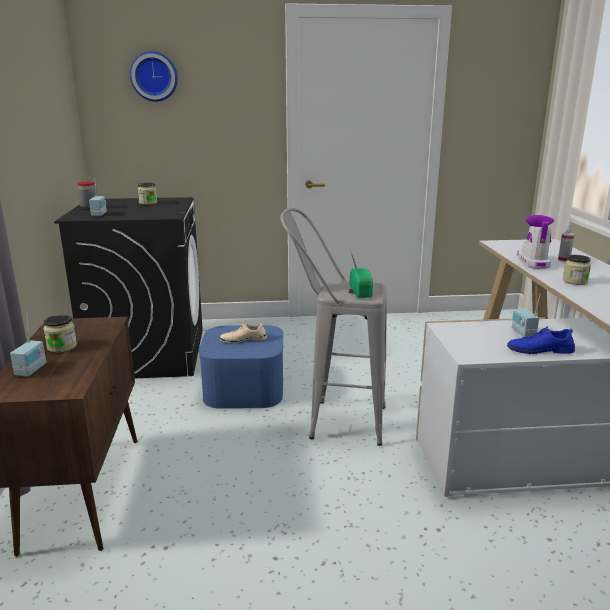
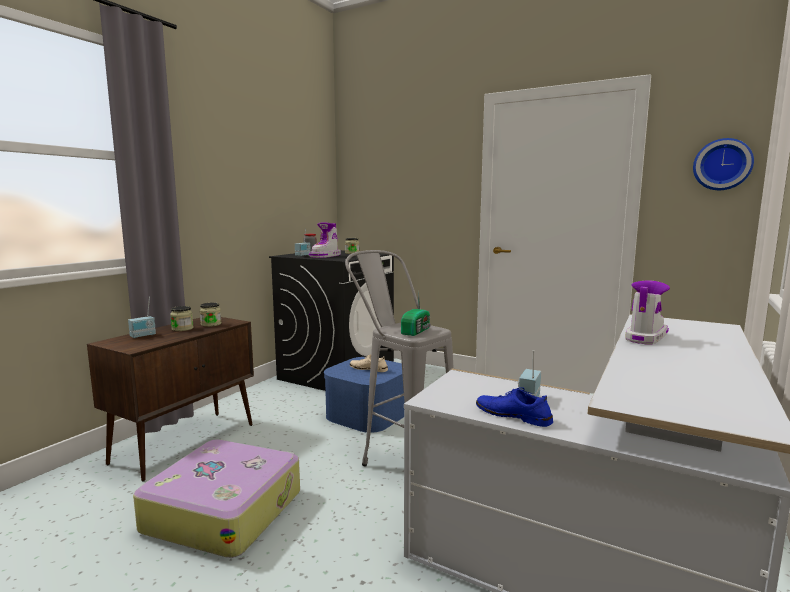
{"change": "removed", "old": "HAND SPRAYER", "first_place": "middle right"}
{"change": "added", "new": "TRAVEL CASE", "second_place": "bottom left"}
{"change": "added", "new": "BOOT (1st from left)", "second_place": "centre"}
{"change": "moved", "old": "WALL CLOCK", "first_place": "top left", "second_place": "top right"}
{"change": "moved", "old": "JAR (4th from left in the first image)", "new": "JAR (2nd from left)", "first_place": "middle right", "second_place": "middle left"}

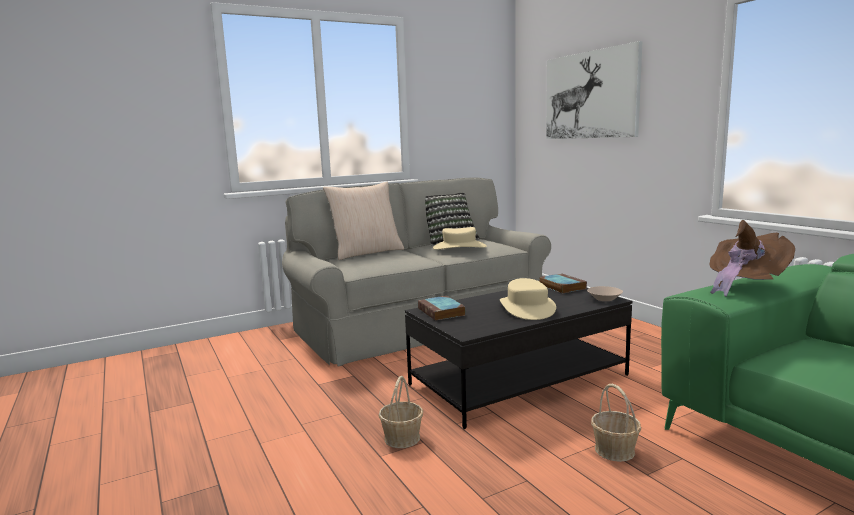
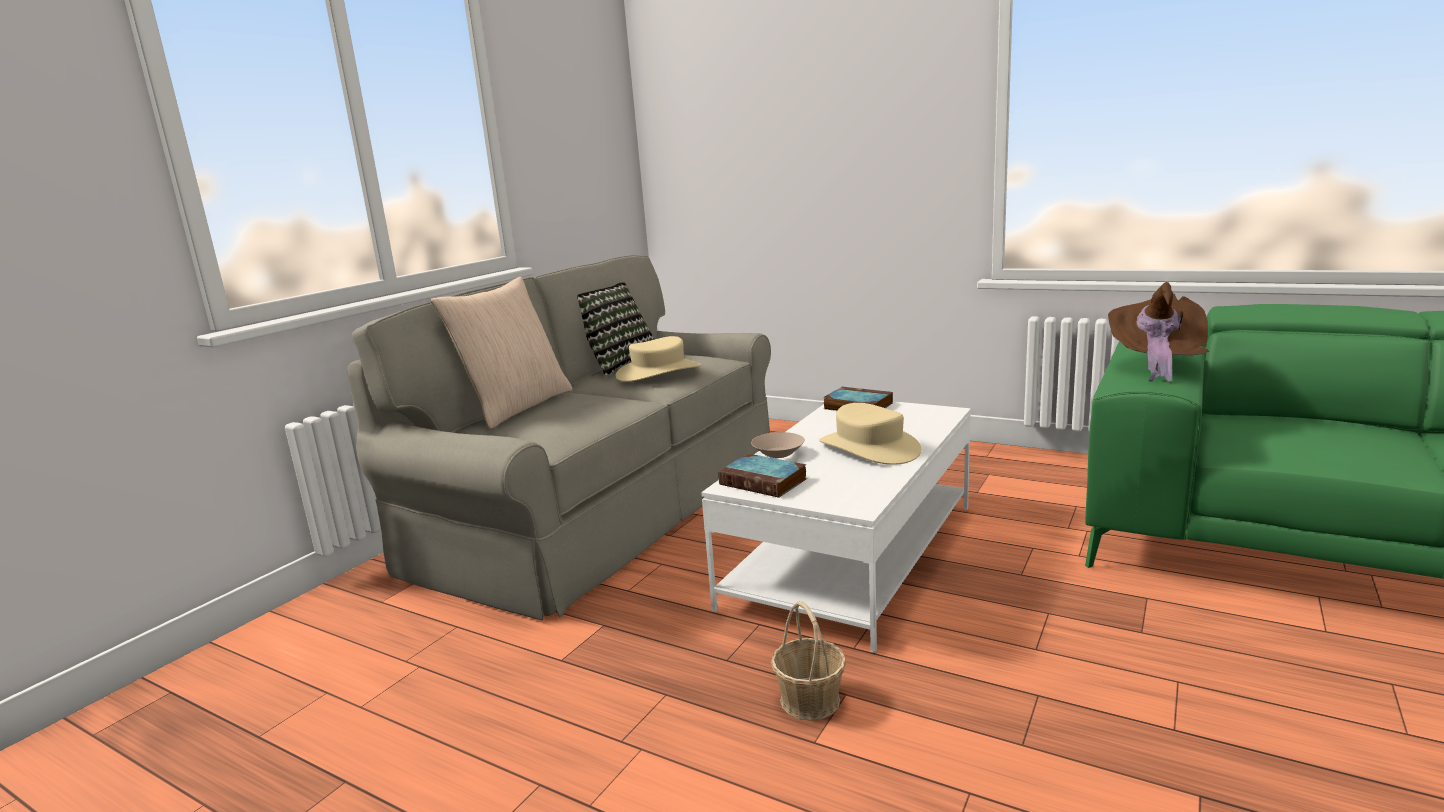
{"change": "removed", "old": "WALL ART", "first_place": "top right"}
{"change": "removed", "old": "HOUSEHOLD BASKET (2nd from left)", "first_place": "bottom right"}
{"change": "moved", "old": "BEIGE SERVING BOWL", "first_place": "middle right", "second_place": "centre"}
{"change": "recoloured", "old": "BLACK COFFEE TABLE", "new": "WHITE COFFEE TABLE", "first_place": "bottom centre", "second_place": "centre"}

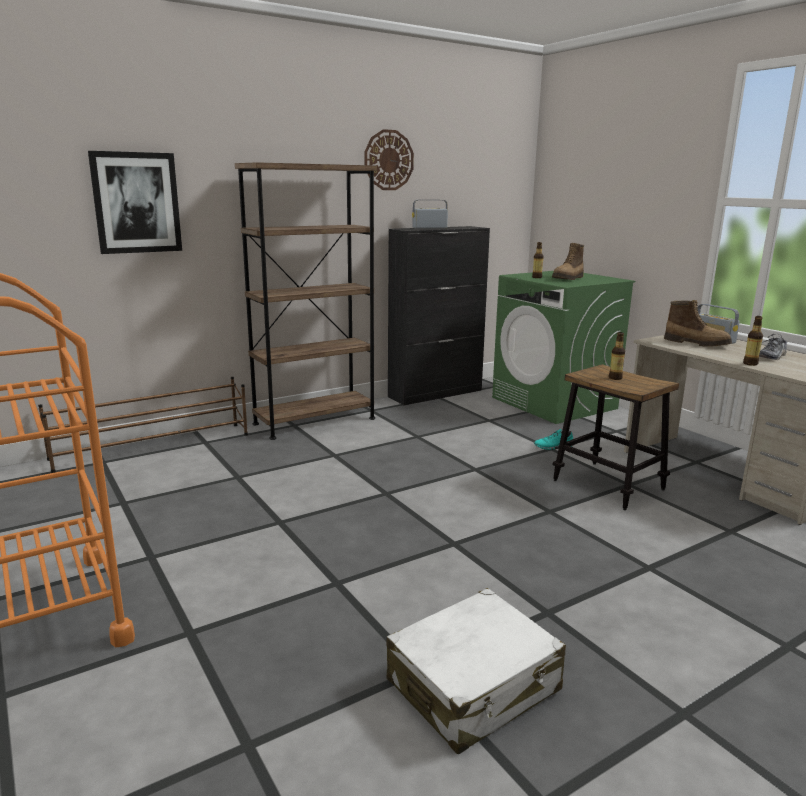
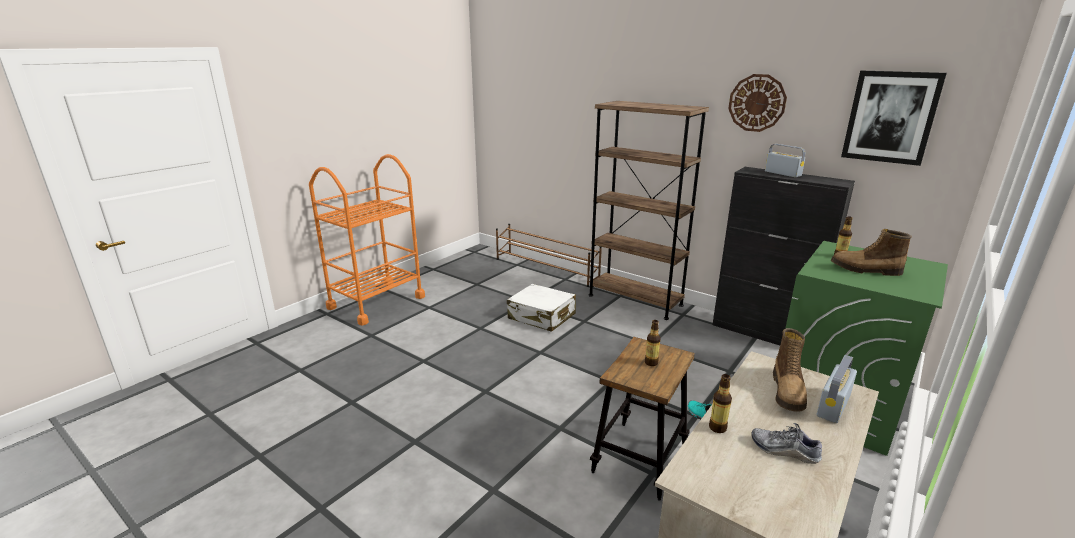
{"change": "moved", "old": "WALL ART", "first_place": "top left", "second_place": "top right"}
{"change": "moved", "old": "WHITE TRAVEL CASE", "first_place": "bottom centre", "second_place": "centre"}

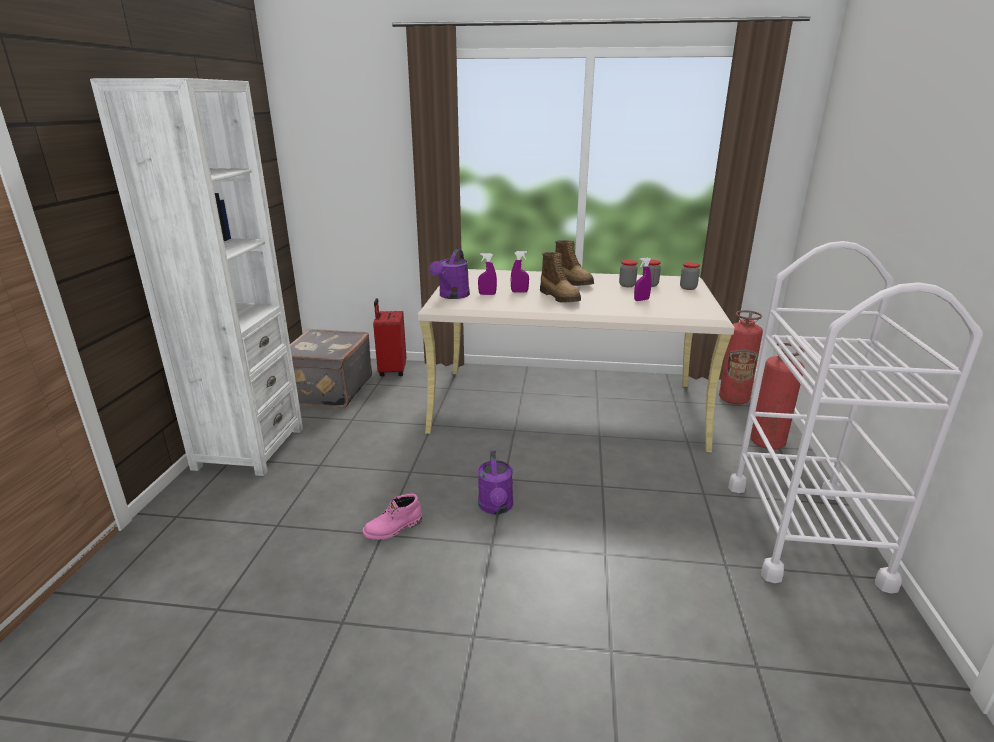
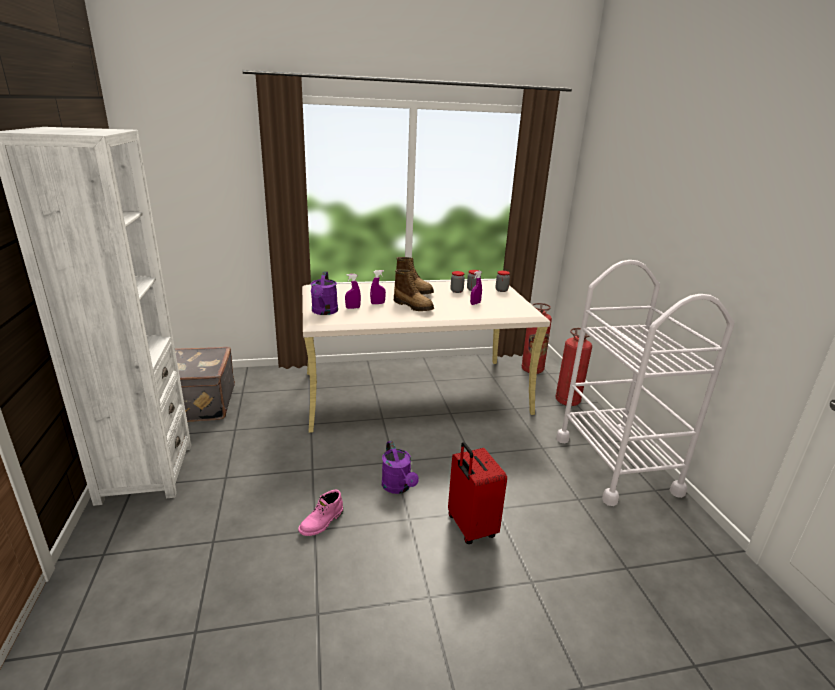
{"change": "moved", "old": "RED-COLOURED TRAVEL CASE", "first_place": "centre", "second_place": "bottom centre"}

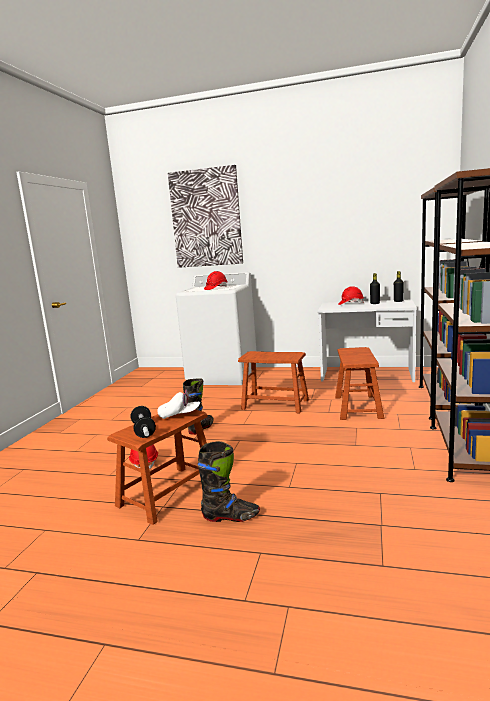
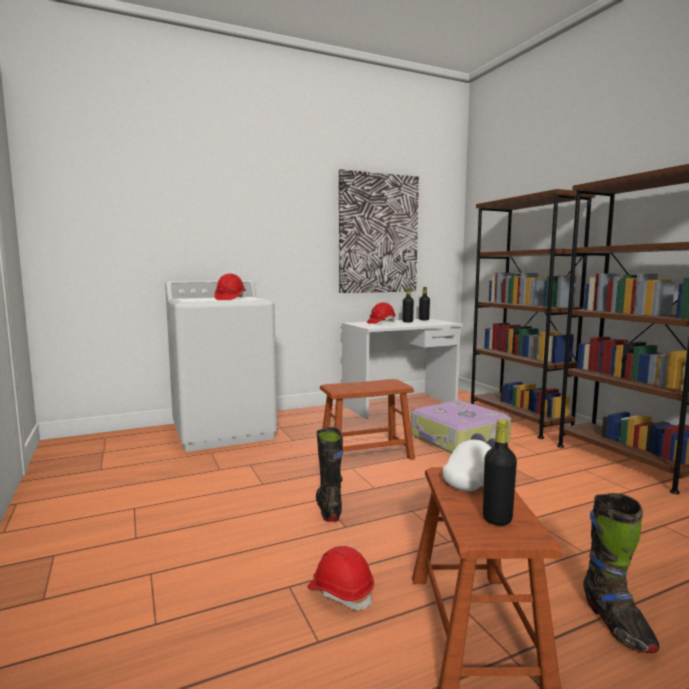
{"change": "moved", "old": "WALL ART", "first_place": "top centre", "second_place": "centre"}
{"change": "replaced", "old": "FREE WEIGHT", "new": "BLACK BEVERAGE BOTTLE (3rd from left)", "first_place": "middle left", "second_place": "bottom right"}
{"change": "replaced", "old": "BROWN STOOL SEAT (3rd from left)", "new": "TRAVEL CASE", "first_place": "middle right", "second_place": "middle right"}
{"change": "turned", "old": "BLACK BOOT (2nd from left)", "first_place": "bottom centre", "second_place": "bottom right", "degrees": 120}

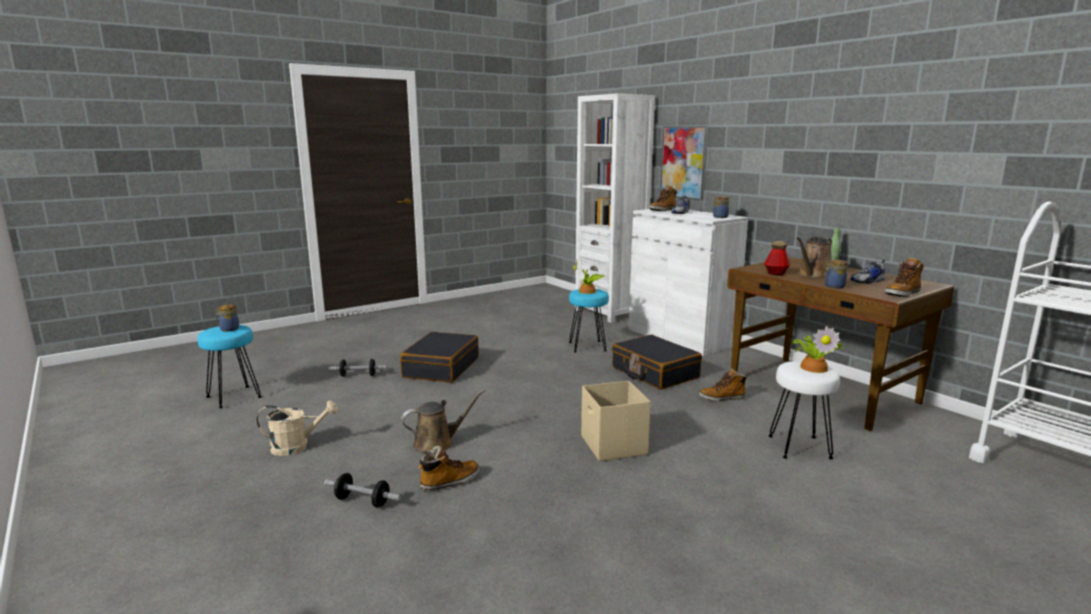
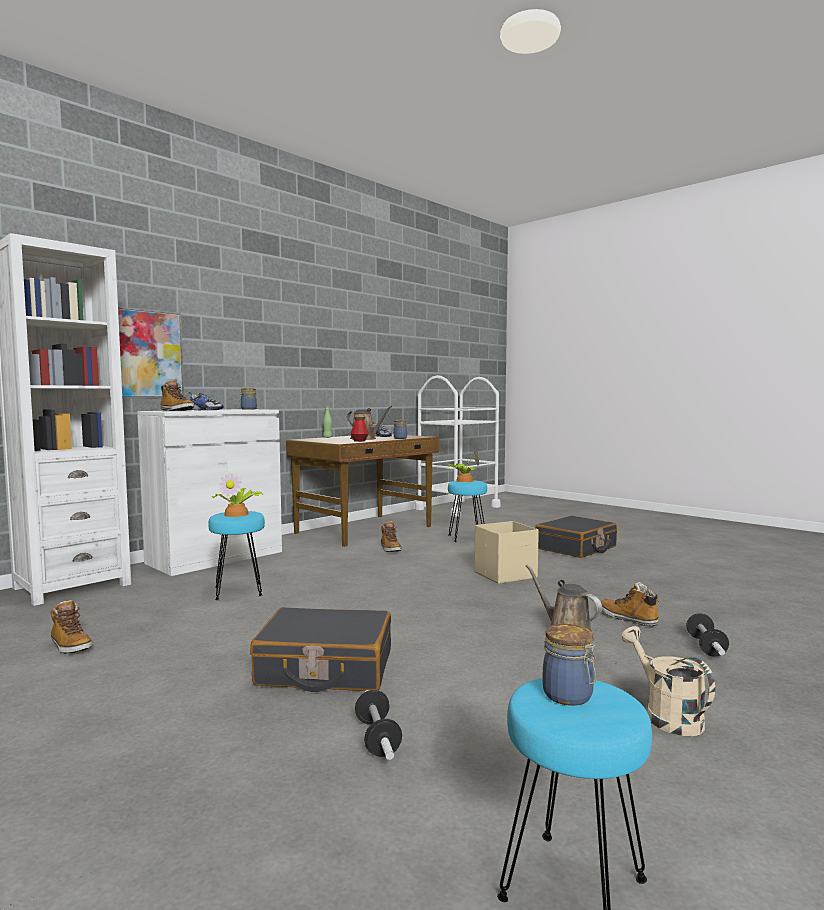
{"change": "moved", "old": "BLACK TRAVEL CASE (2nd from left)", "first_place": "centre", "second_place": "middle right"}
{"change": "moved", "old": "BOOT (4th from left in the first image)", "new": "BOOT (1st from left)", "first_place": "middle right", "second_place": "bottom left"}
{"change": "recoloured", "old": "WHITE STOOL SEAT", "new": "TURQUOISE STOOL SEAT (2nd from left)", "first_place": "bottom right", "second_place": "centre"}

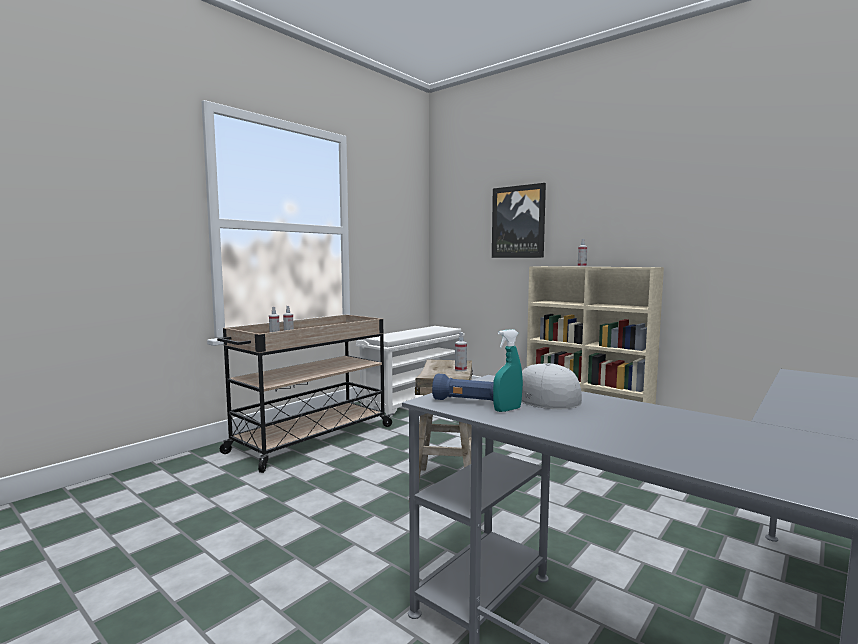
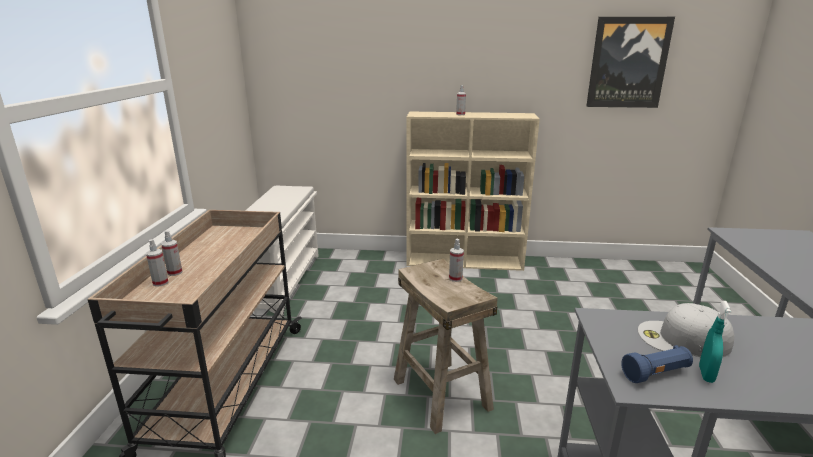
{"change": "moved", "old": "WALL ART", "first_place": "centre", "second_place": "top right"}

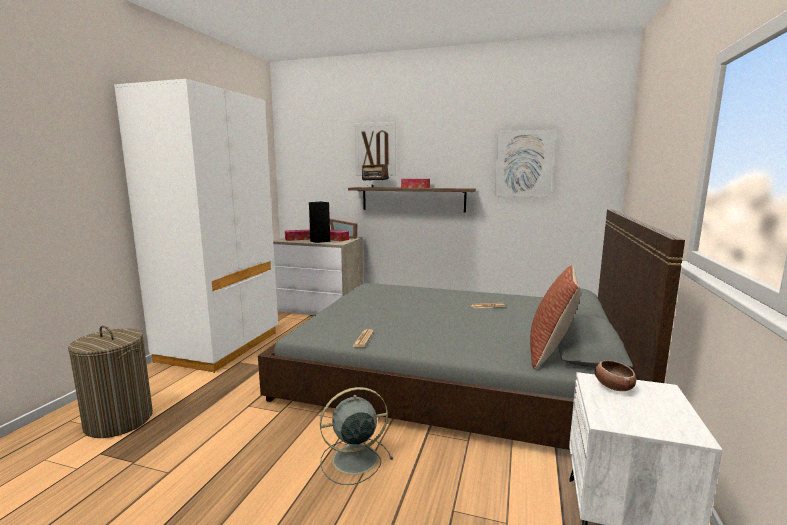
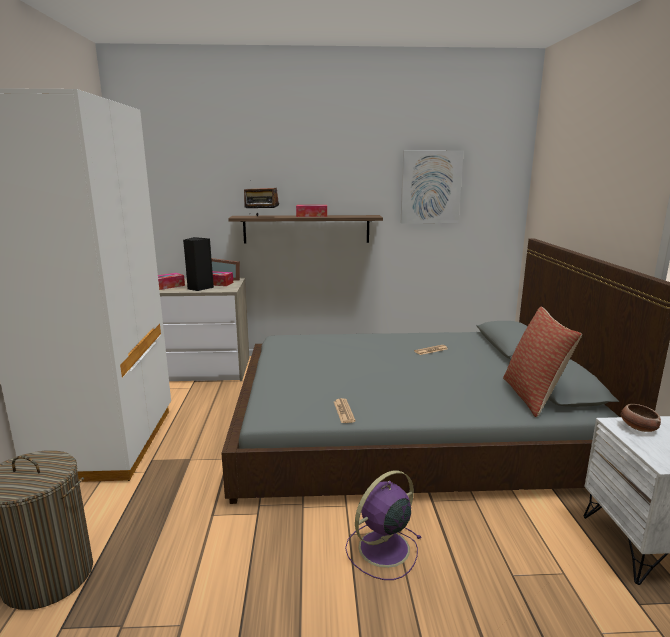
{"change": "removed", "old": "WALL ART (1st from left)", "first_place": "top centre"}
{"change": "recoloured", "old": "GREY FAN", "new": "PURPLISH FAN", "first_place": "bottom centre", "second_place": "bottom centre"}

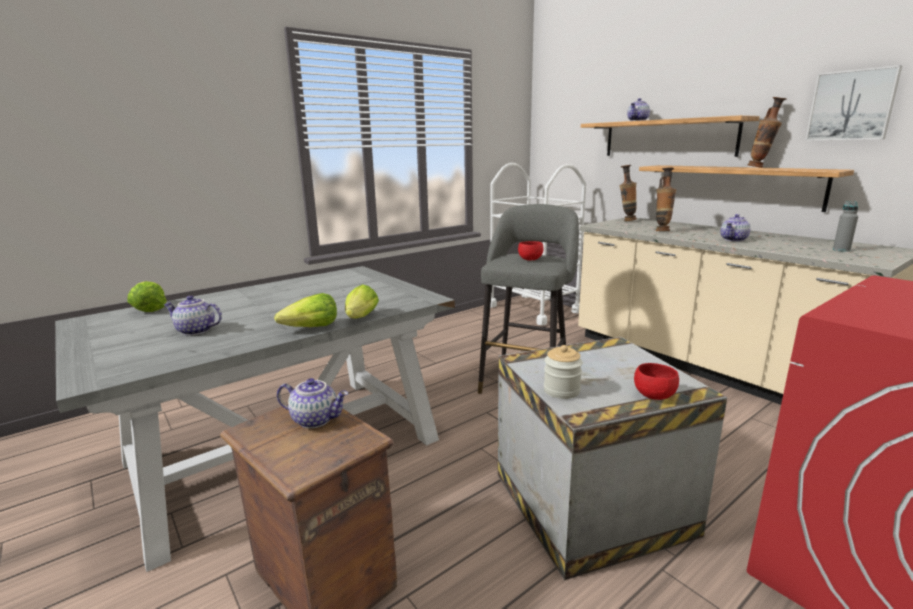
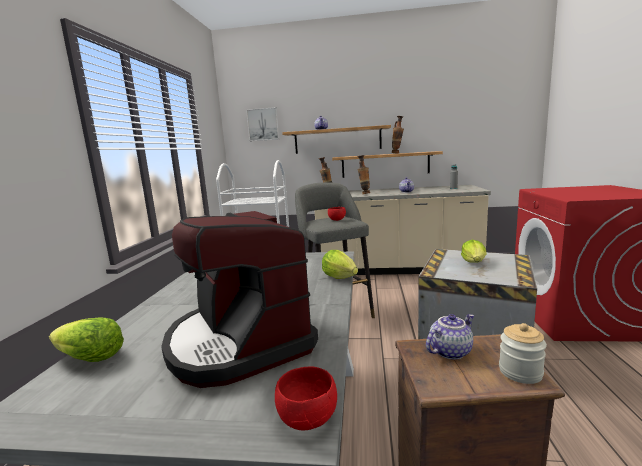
{"change": "moved", "old": "LETTUCE (2nd from left in the first image)", "new": "LETTUCE (3rd from left)", "first_place": "centre", "second_place": "middle right"}
{"change": "moved", "old": "JAR", "first_place": "centre", "second_place": "bottom right"}
{"change": "moved", "old": "RED-COLOURED SERVING BOWL (2nd from left in the first image)", "new": "RED-COLOURED SERVING BOWL (1st from left)", "first_place": "middle right", "second_place": "bottom centre"}
{"change": "moved", "old": "WALL ART", "first_place": "top right", "second_place": "top centre"}
{"change": "replaced", "old": "TEA POT (1st from left)", "new": "COFFEE MAKER", "first_place": "middle left", "second_place": "centre"}

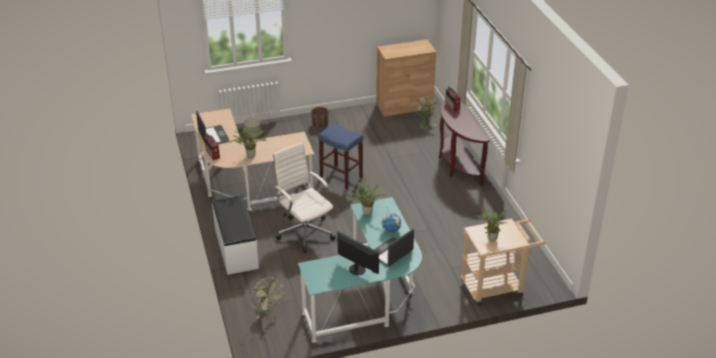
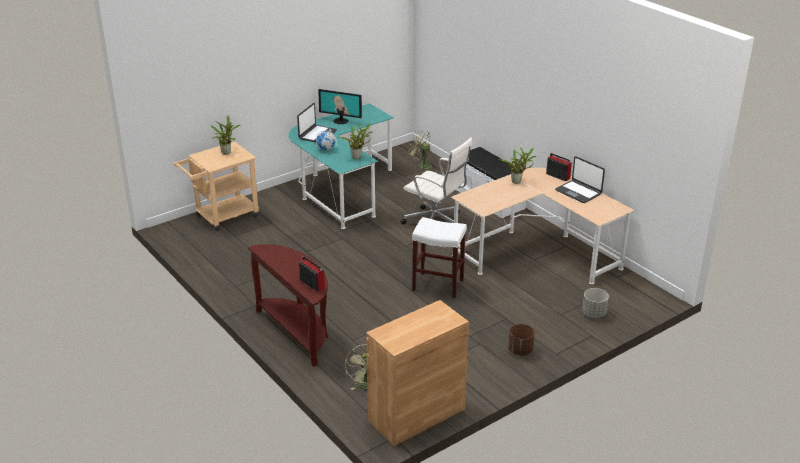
{"change": "recoloured", "old": "BLUISH STOOL SEAT", "new": "WHITE STOOL SEAT", "first_place": "centre", "second_place": "centre"}

